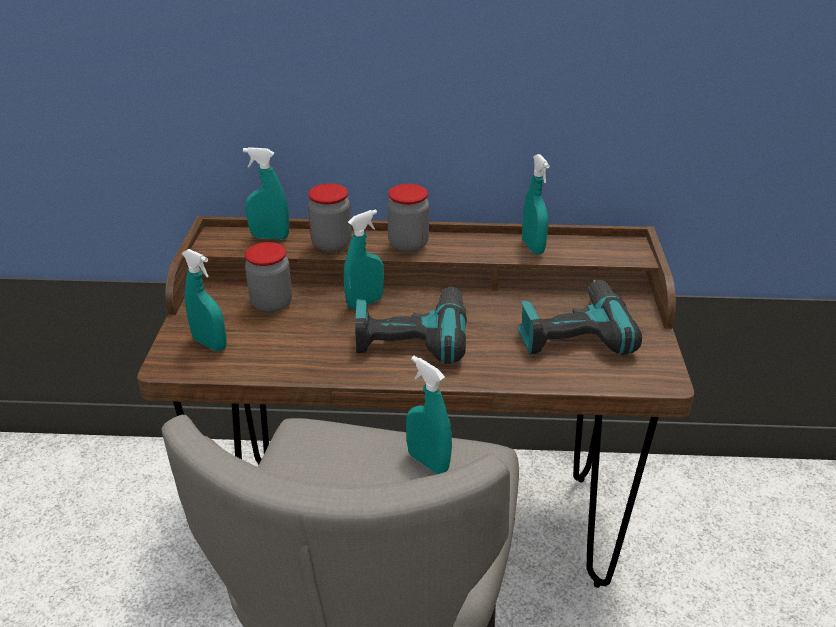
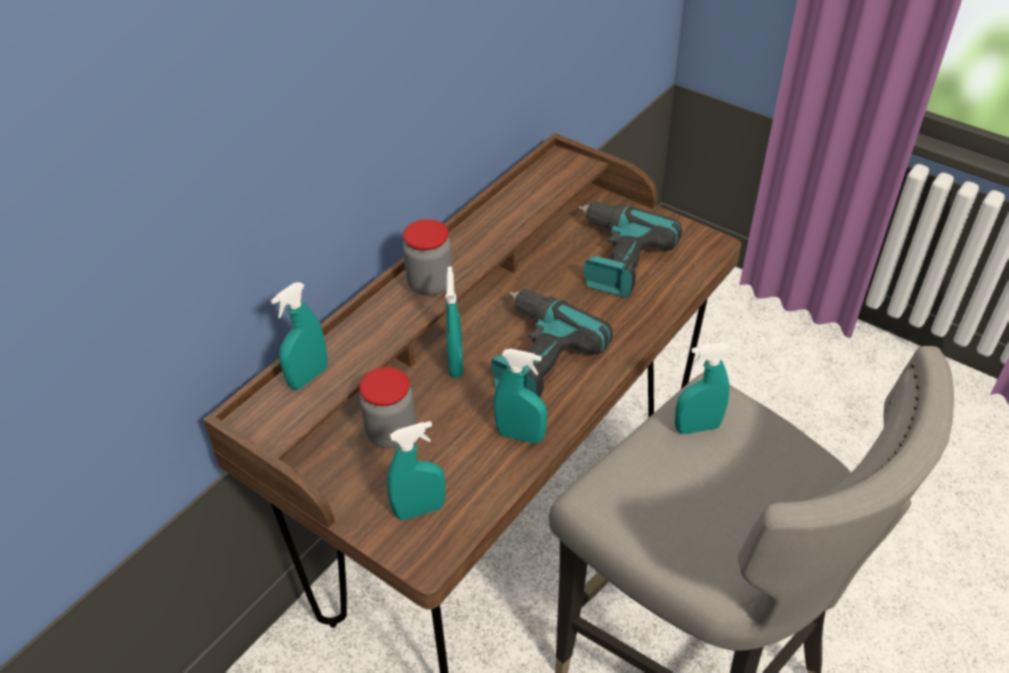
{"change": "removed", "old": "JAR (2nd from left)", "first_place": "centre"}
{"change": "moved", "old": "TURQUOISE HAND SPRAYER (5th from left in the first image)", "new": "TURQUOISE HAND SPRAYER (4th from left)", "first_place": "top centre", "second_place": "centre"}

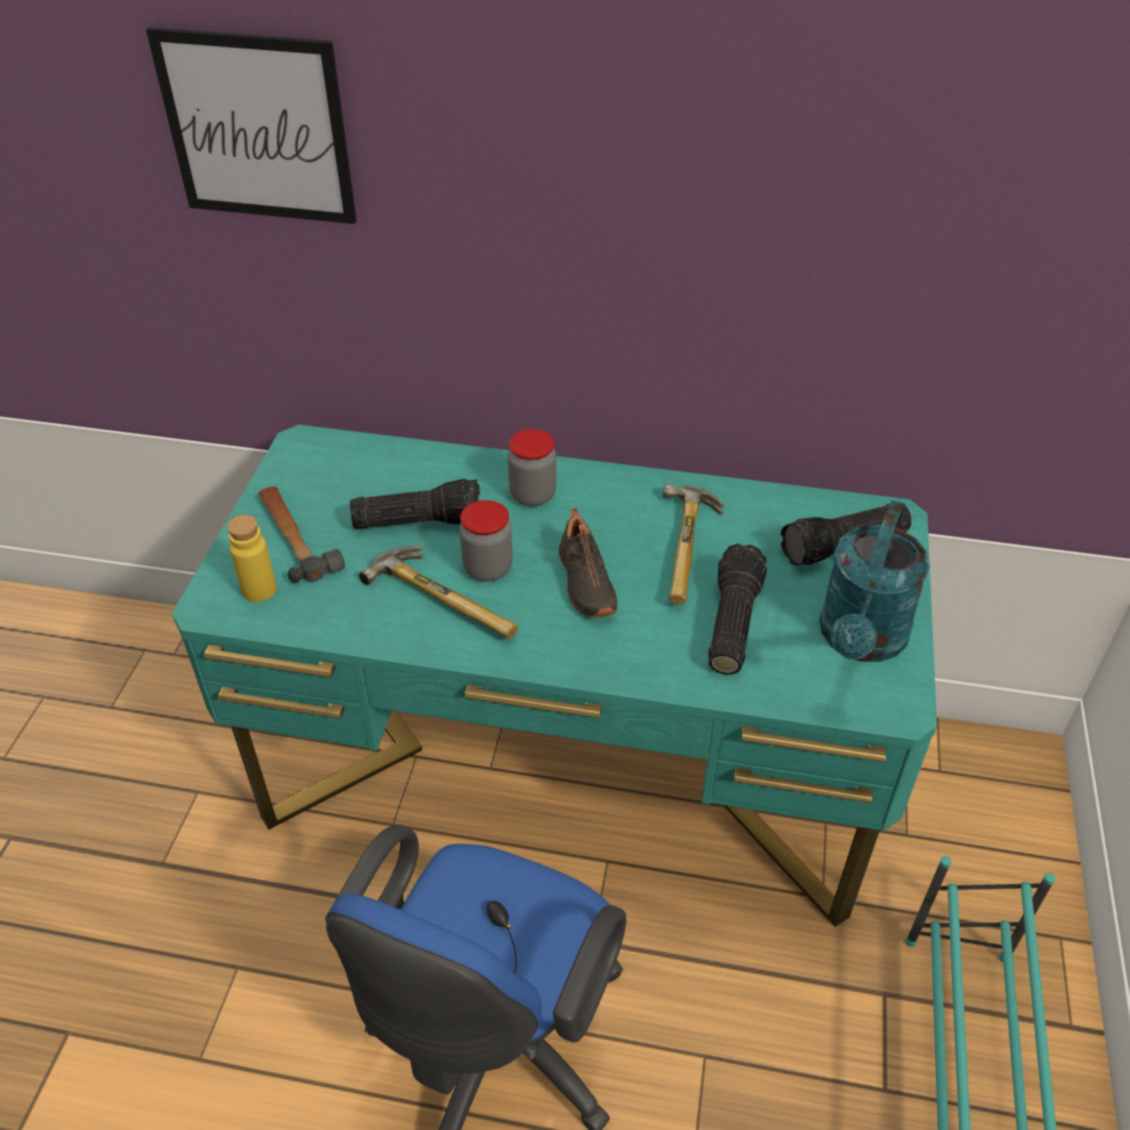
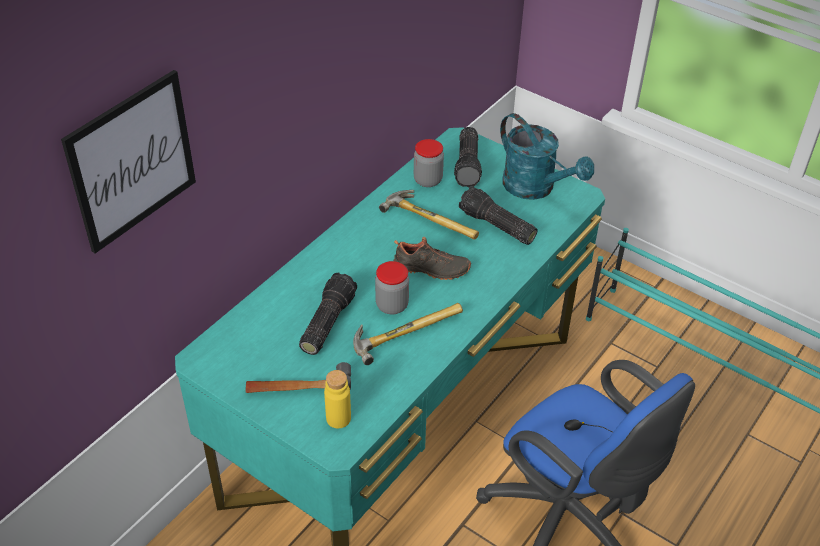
{"change": "moved", "old": "JAR (2nd from left)", "first_place": "centre", "second_place": "top centre"}

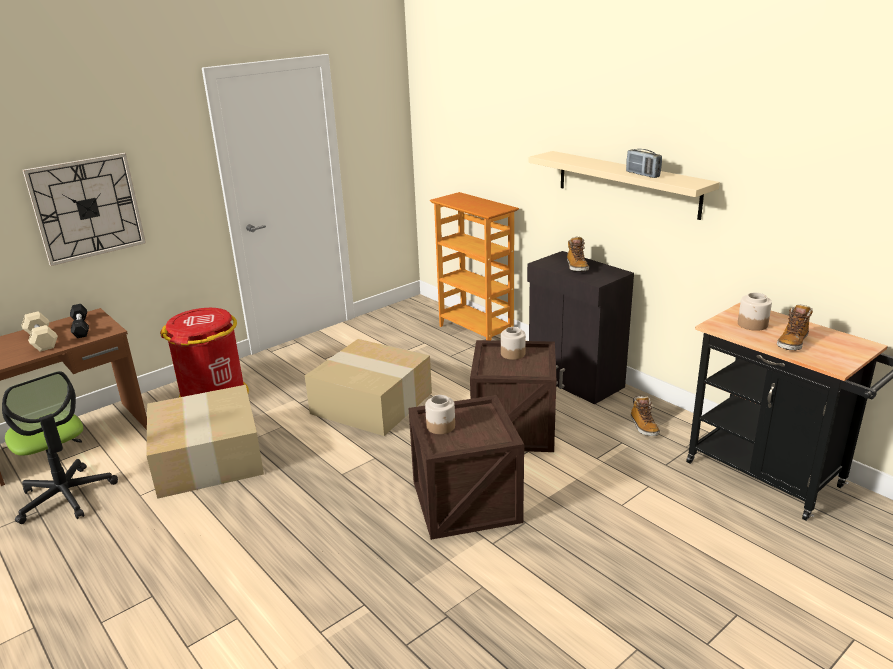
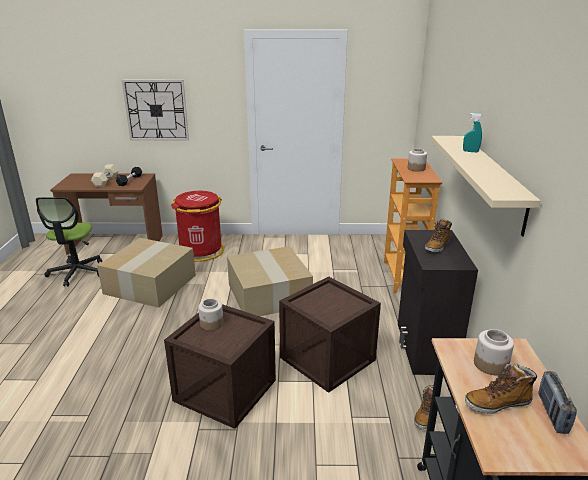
{"change": "added", "new": "TURQUOISE HAND SPRAYER", "second_place": "top right"}
{"change": "moved", "old": "JAR (2nd from left)", "first_place": "centre", "second_place": "top right"}
{"change": "moved", "old": "RADIO RECEIVER", "first_place": "top right", "second_place": "bottom right"}

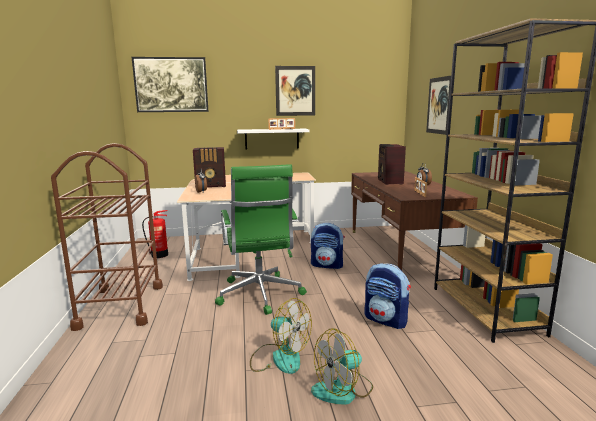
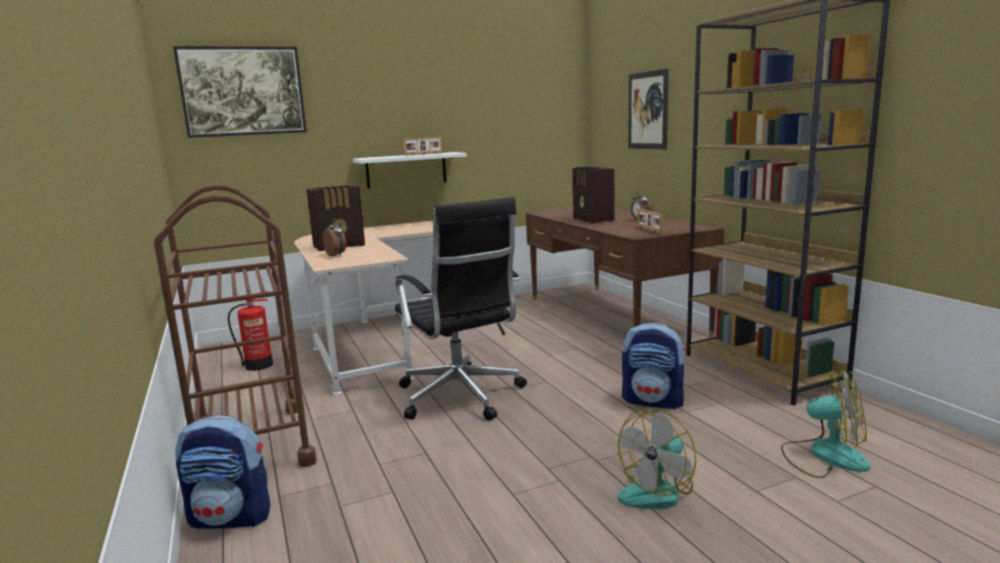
{"change": "removed", "old": "WALL ART (2nd from left)", "first_place": "top centre"}
{"change": "moved", "old": "FAN (1st from left in the first image)", "new": "FAN (2nd from left)", "first_place": "bottom centre", "second_place": "bottom right"}
{"change": "moved", "old": "KNAPSACK (1st from left)", "first_place": "centre", "second_place": "bottom left"}
{"change": "recoloured", "old": "GREEN DESK CHAIR", "new": "BLACK DESK CHAIR", "first_place": "centre", "second_place": "centre"}

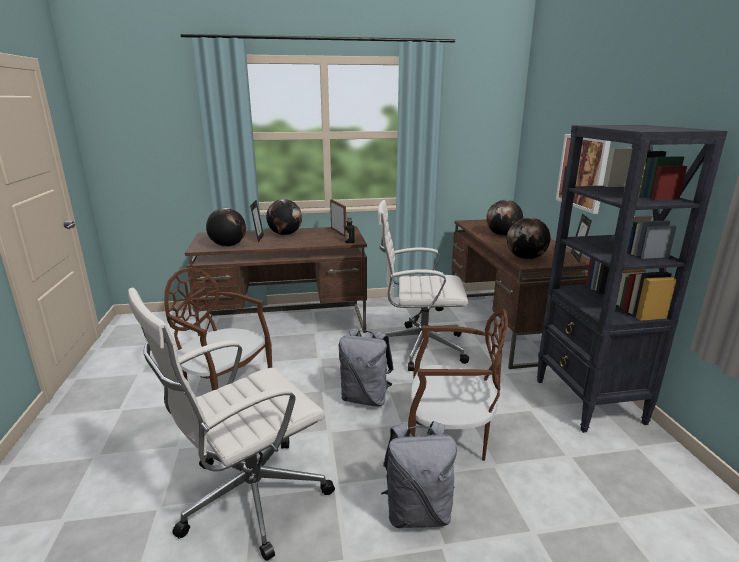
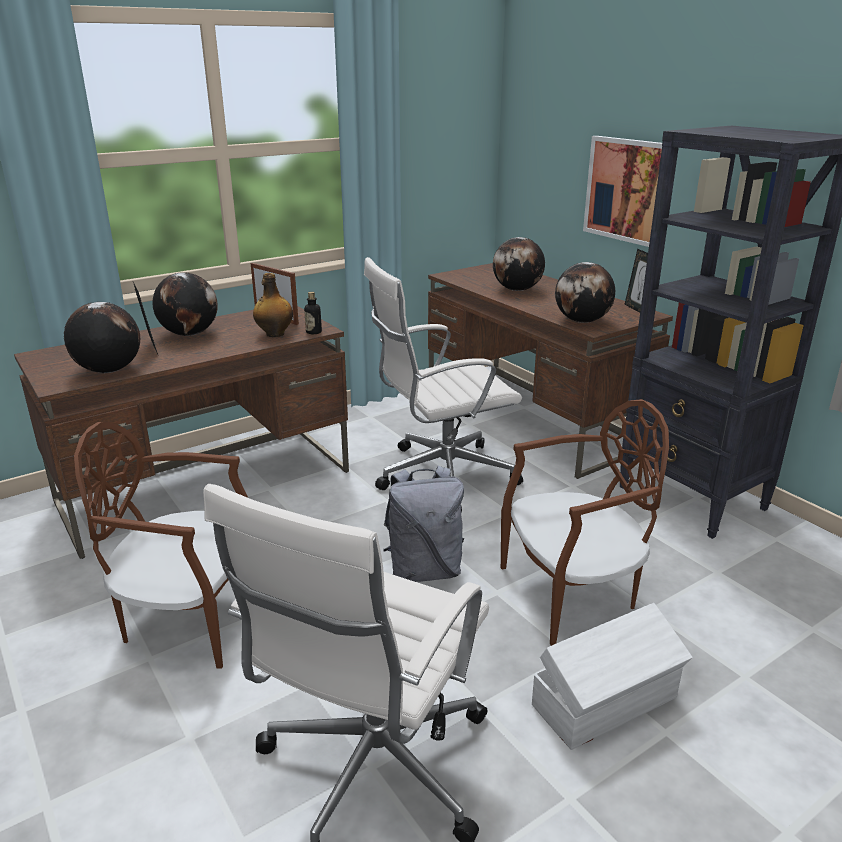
{"change": "added", "new": "BEVERAGE BOTTLE (1st from left)", "second_place": "middle left"}
{"change": "replaced", "old": "GREY KNAPSACK (2nd from left)", "new": "WHITE STORAGE BOX", "first_place": "bottom centre", "second_place": "bottom right"}

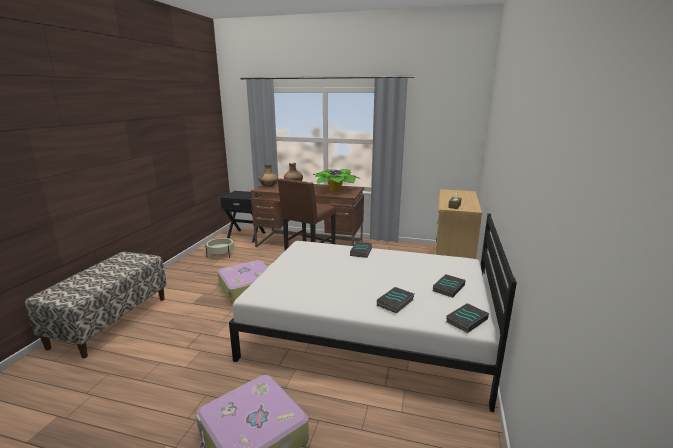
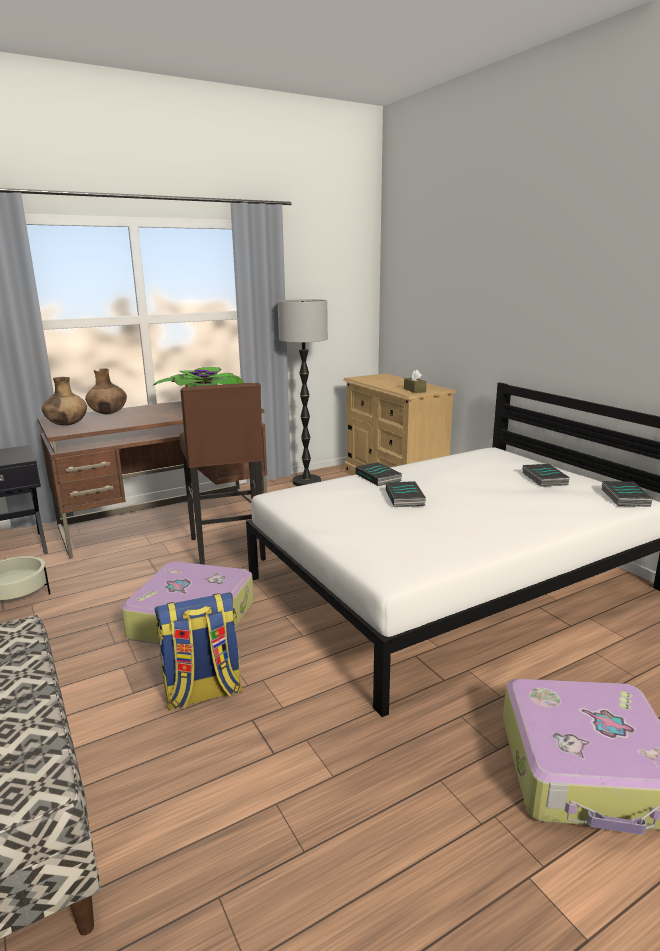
{"change": "added", "new": "KNAPSACK", "second_place": "bottom left"}
{"change": "added", "new": "STANDING LAMP", "second_place": "centre"}
{"change": "moved", "old": "BOUND BOOK (2nd from left)", "first_place": "bottom centre", "second_place": "centre"}

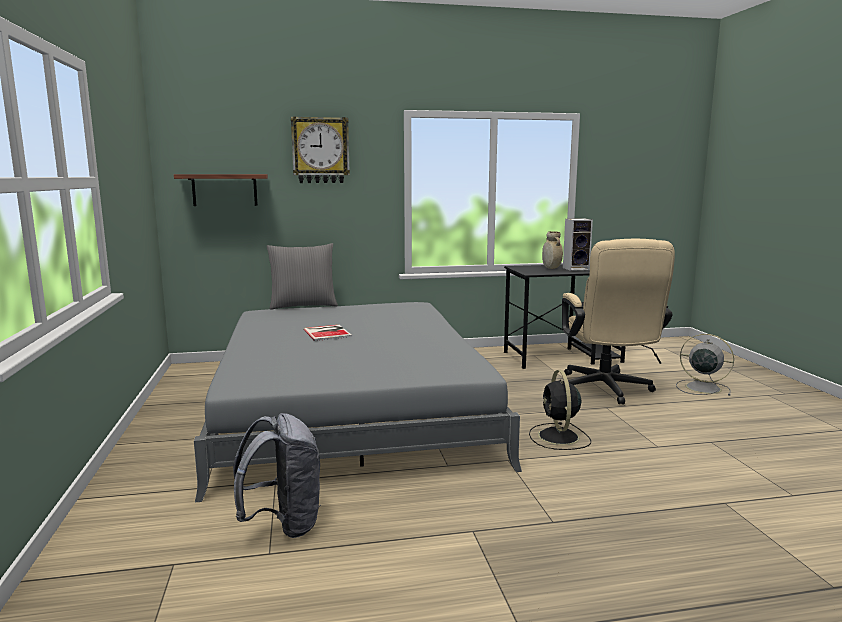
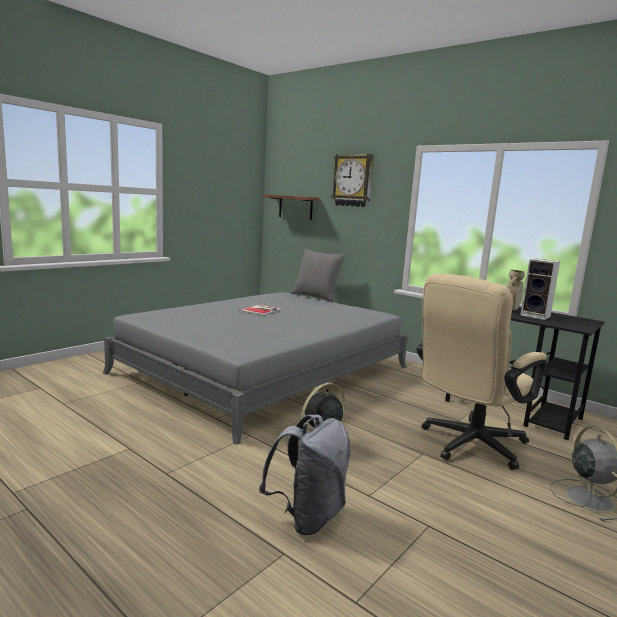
{"change": "moved", "old": "GREY KNAPSACK", "first_place": "bottom left", "second_place": "bottom centre"}

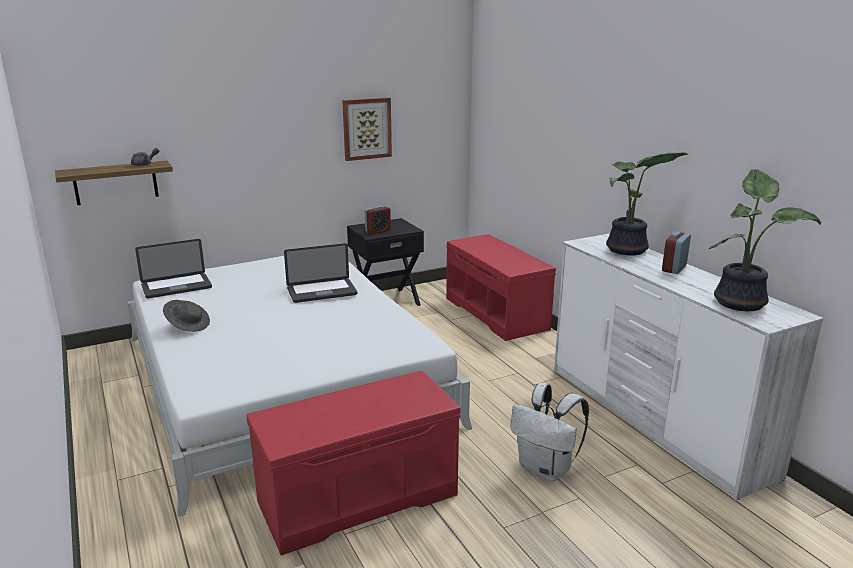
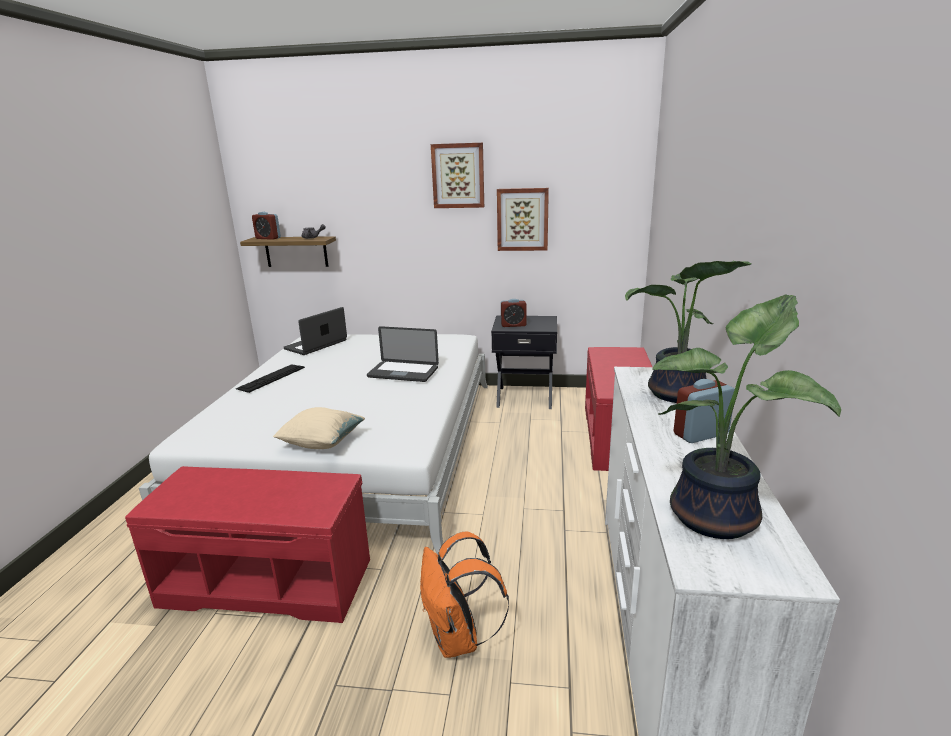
{"change": "added", "new": "BEDSIDE CLOCK (1st from left)", "second_place": "top left"}
{"change": "added", "new": "BEIGE CUSHION", "second_place": "centre"}
{"change": "added", "new": "WALL ART (1st from left)", "second_place": "top centre"}
{"change": "replaced", "old": "GREY WEARABLE HAT", "new": "KEYBOARD", "first_place": "middle left", "second_place": "middle left"}
{"change": "recoloured", "old": "WHITE KNAPSACK", "new": "ORANGE-COLOURED KNAPSACK", "first_place": "bottom centre", "second_place": "bottom centre"}
{"change": "turned", "old": "PORTABLE COMPUTER (1st from left)", "first_place": "middle left", "second_place": "middle left", "degrees": 120}

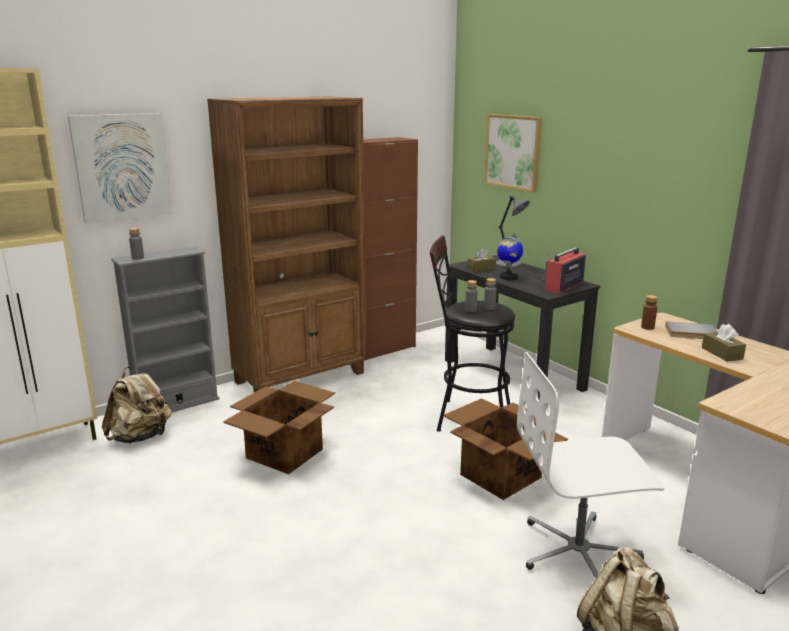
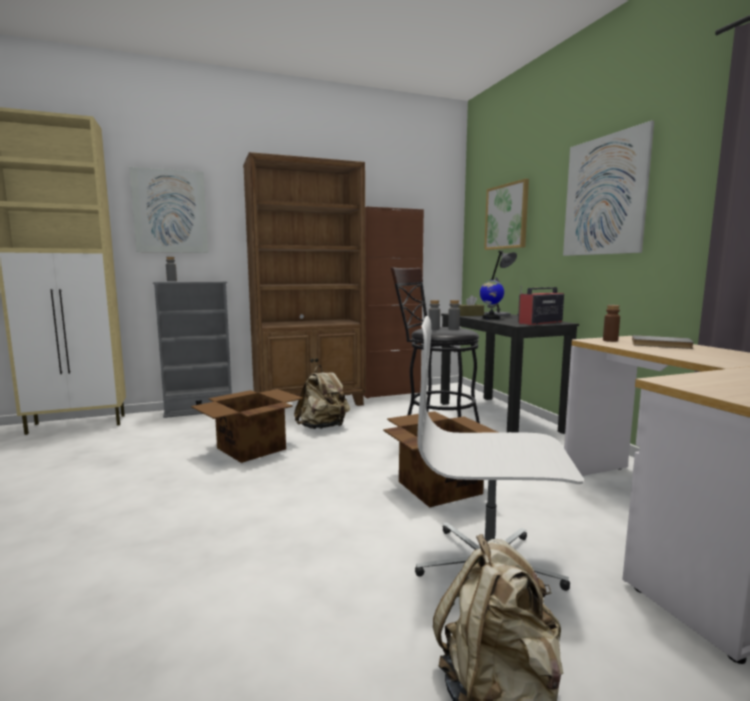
{"change": "removed", "old": "BROWN TISSUE HOLDER (2nd from left)", "first_place": "middle right"}
{"change": "added", "new": "WALL ART (3rd from left)", "second_place": "top right"}
{"change": "moved", "old": "BEIGE KNAPSACK (1st from left)", "first_place": "middle left", "second_place": "centre"}

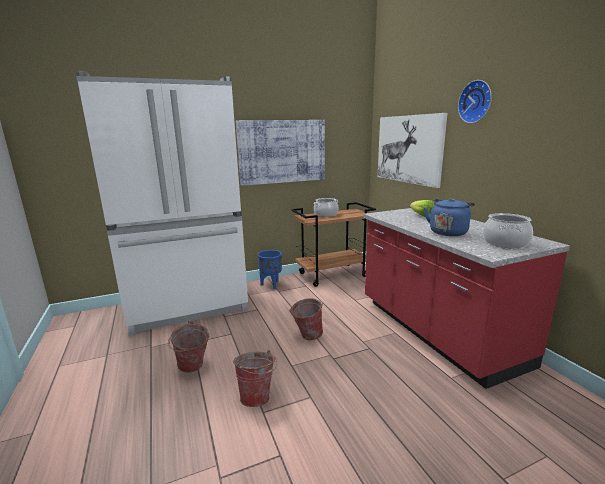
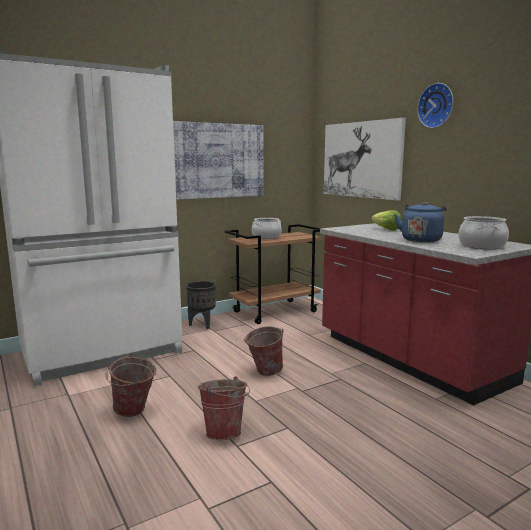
{"change": "recoloured", "old": "BLUISH PLANTER", "new": "BLACK PLANTER", "first_place": "centre", "second_place": "centre"}

